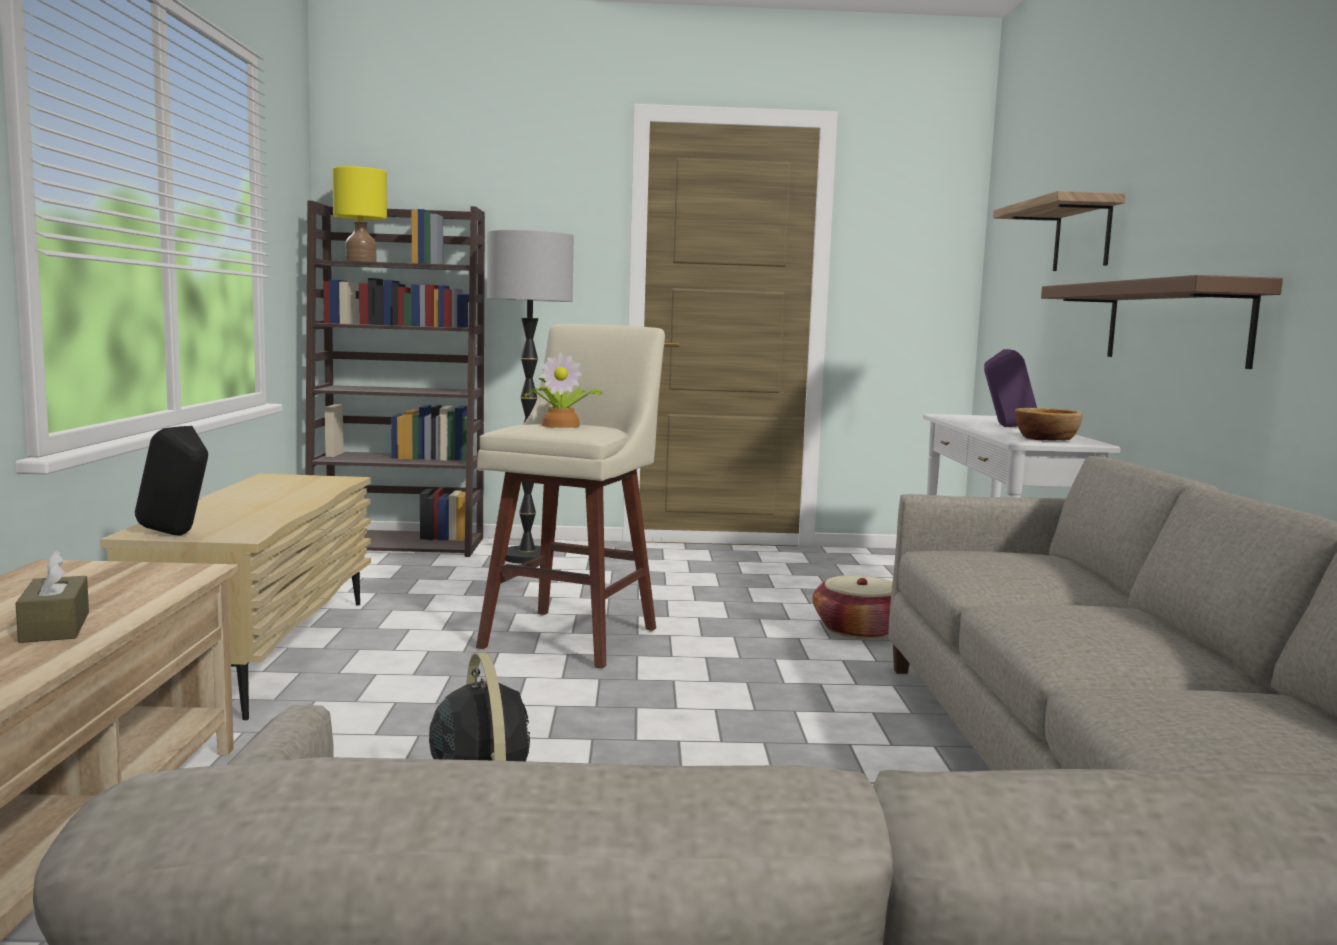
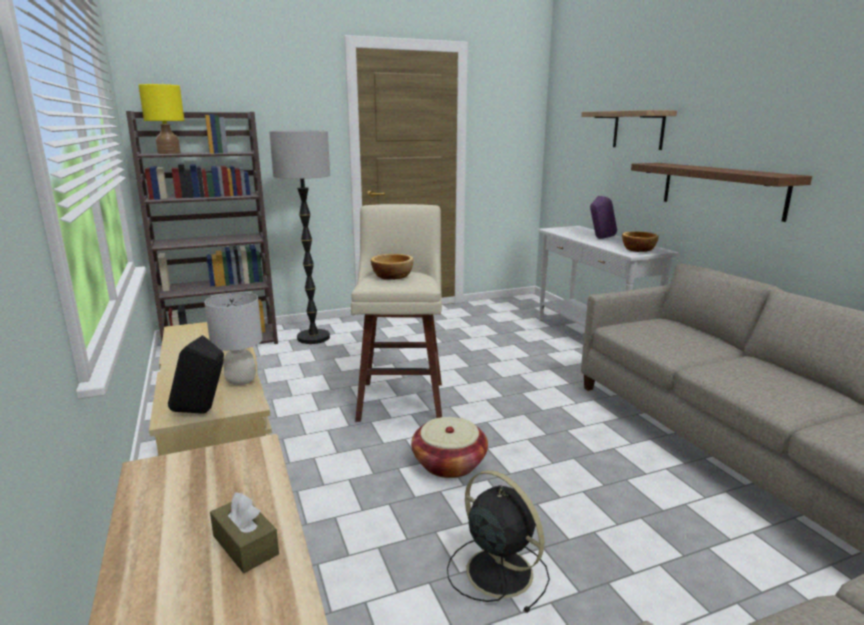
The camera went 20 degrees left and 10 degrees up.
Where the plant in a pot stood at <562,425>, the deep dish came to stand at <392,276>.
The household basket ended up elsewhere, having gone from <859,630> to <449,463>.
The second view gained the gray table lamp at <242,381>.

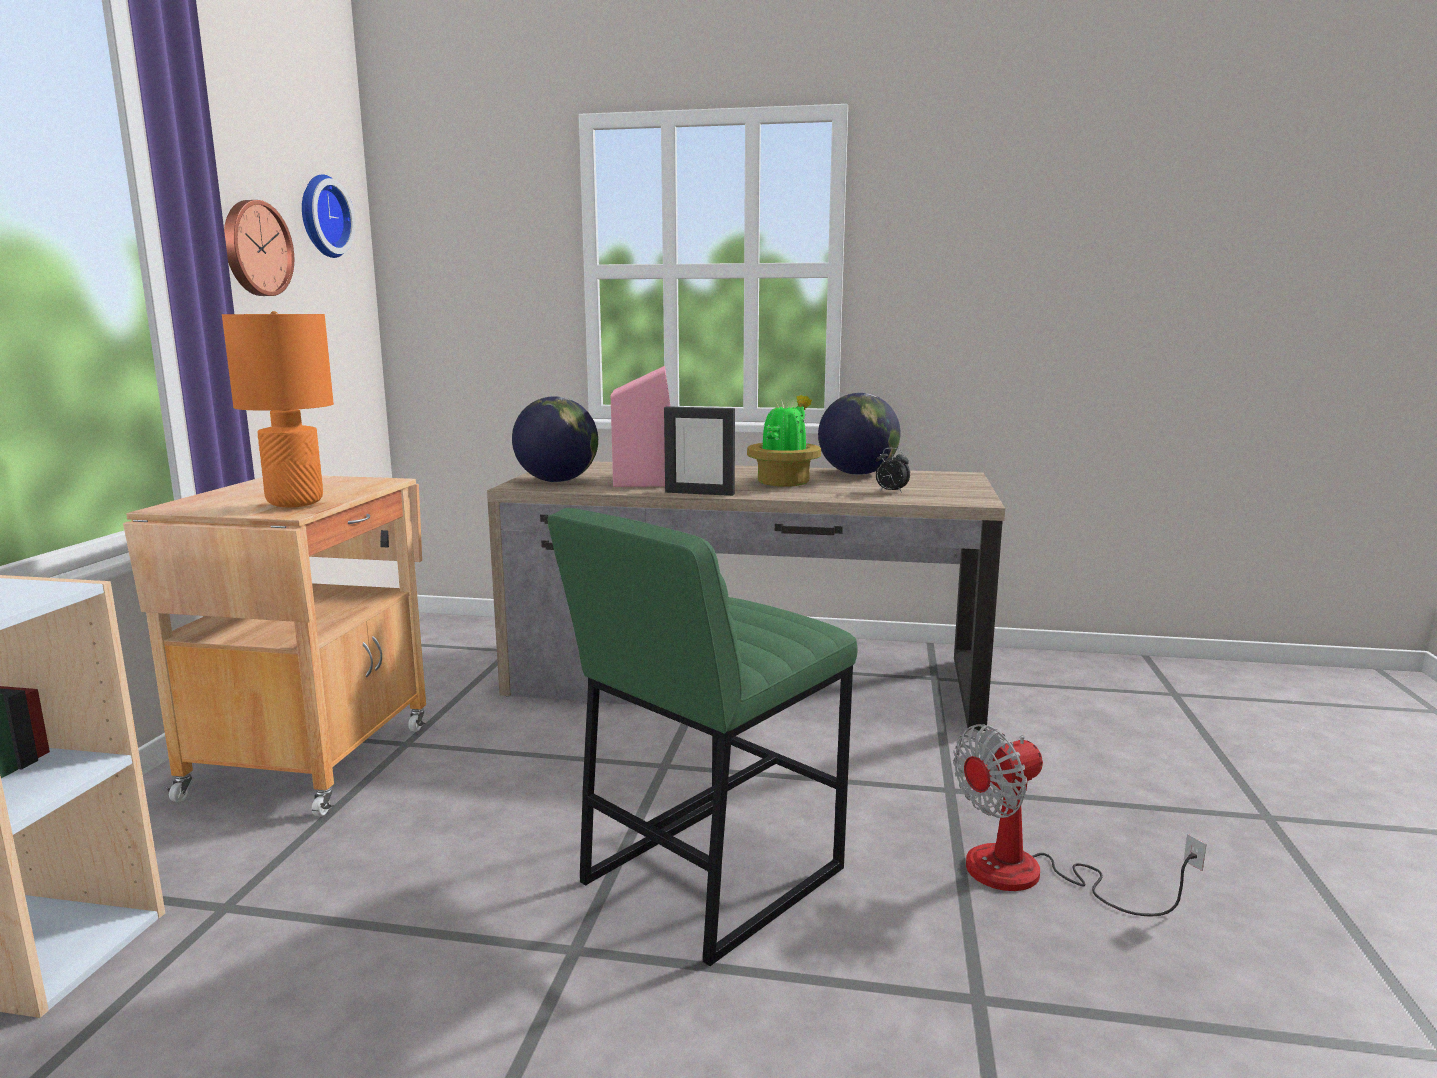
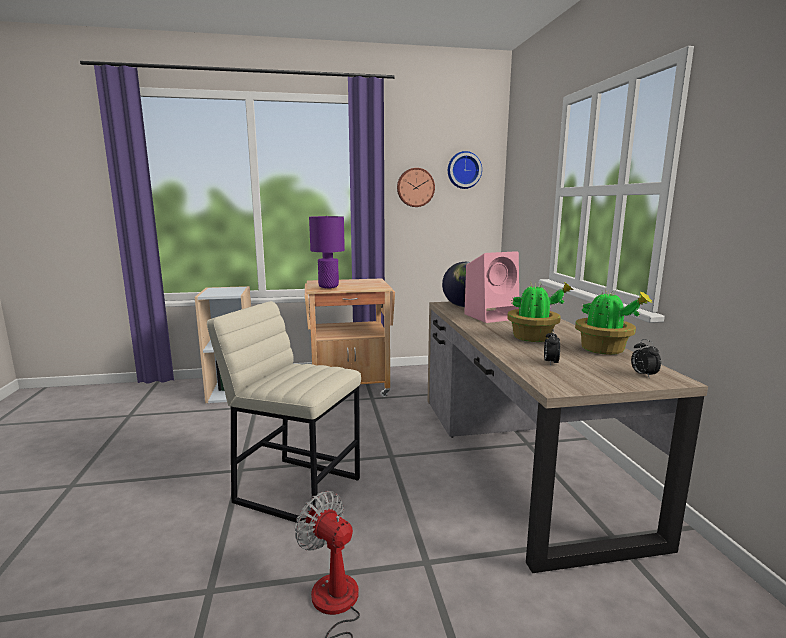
The camera went 70 degrees right and 0 degrees up.
What was the orangey table lamp at <294,505> turned into the purple-coloured table lamp at <328,287>.
Where the desk globe stood at <857,474>, the plant in a pot came to stand at <604,350>.
The second view lost the picture frame at <700,493>.
What was the green-coloured chair at <708,878> turned into the sand-coloured chair at <295,489>.
The second view gained the table clock at <643,375>.

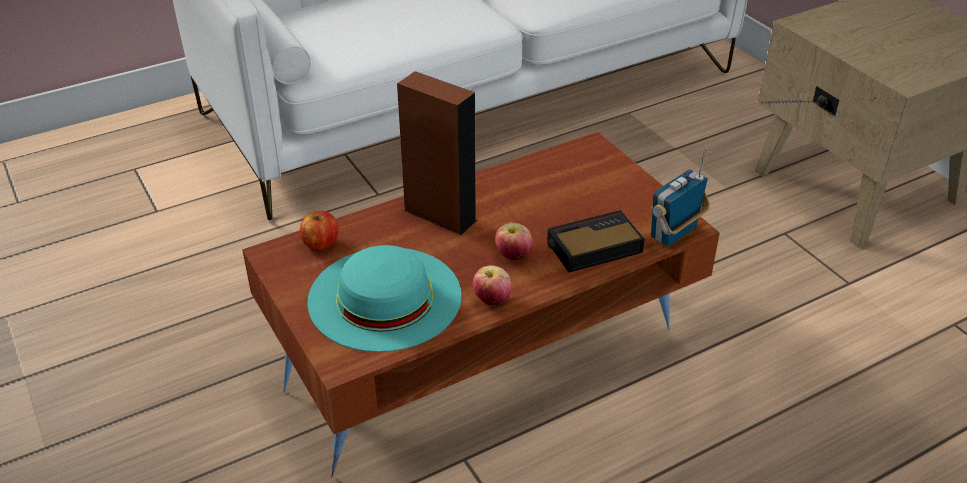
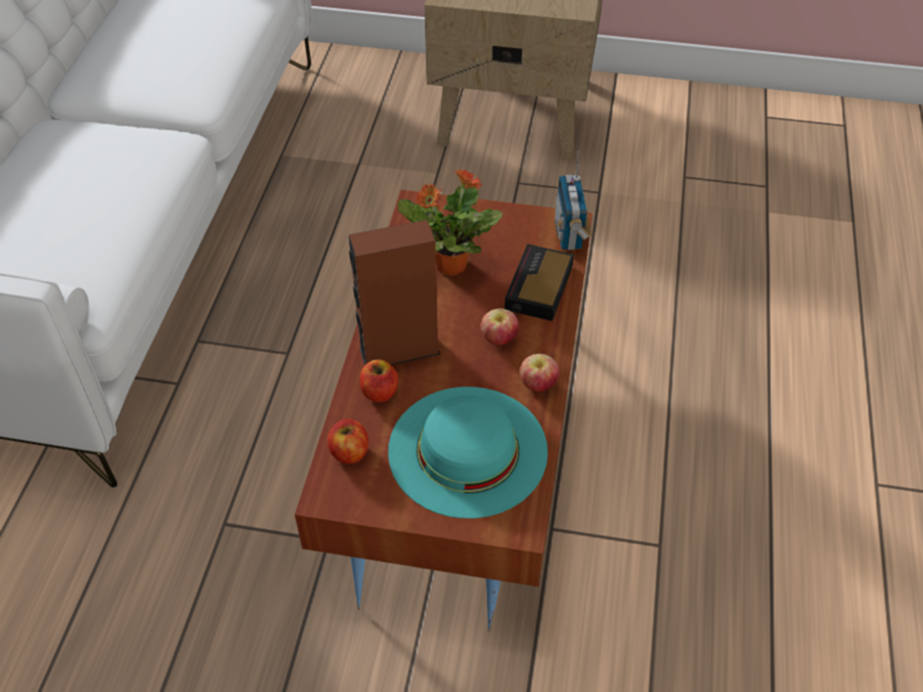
The camera went 50 degrees left and 10 degrees up.
The second view gained the plant in a pot at <449,265>.
The second view gained the apple at <380,392>.

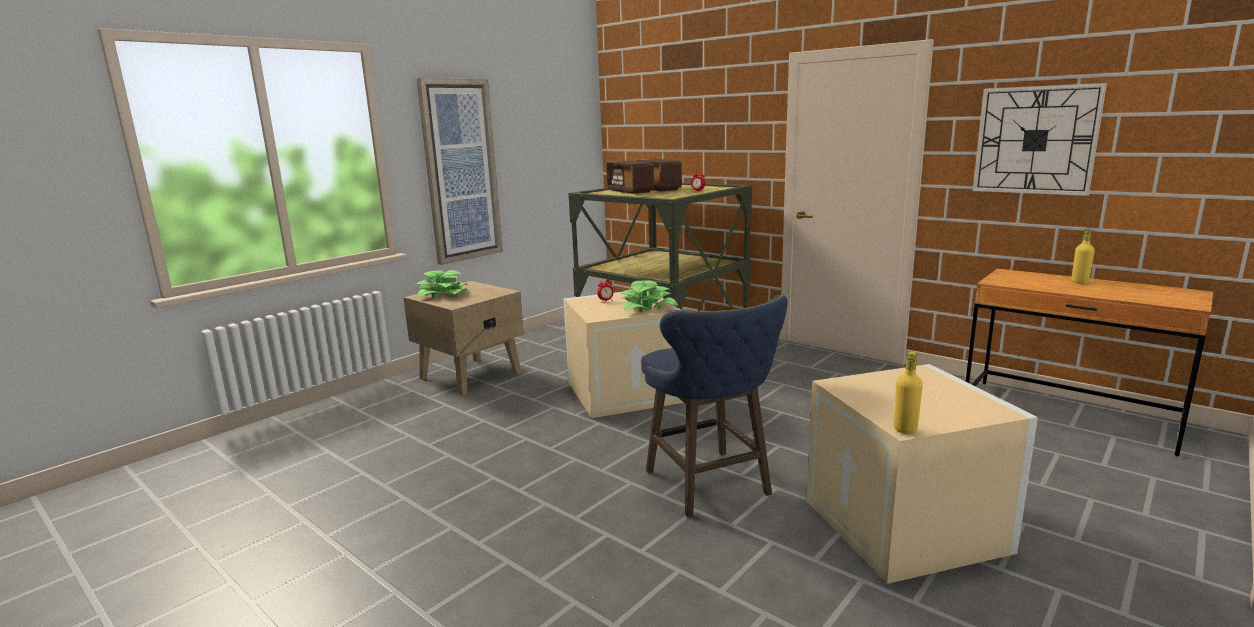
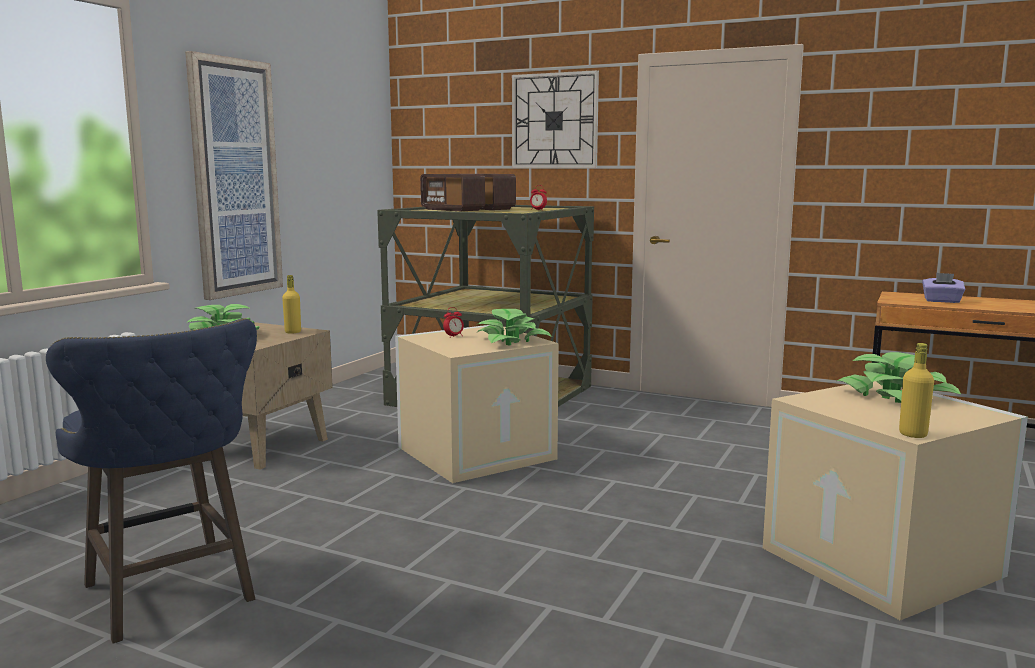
The camera went 15 degrees left and 5 degrees down.
The clock on the wall ended up elsewhere, having gone from <1035,140> to <554,121>.
The yellow beverage bottle ended up elsewhere, having gone from <1079,282> to <293,332>.
The bluish stool ended up elsewhere, having gone from <710,485> to <171,596>.
The second view gained the purple-coloured tissue holder at <942,301>.
The second view gained the plant in a pot at <895,396>.

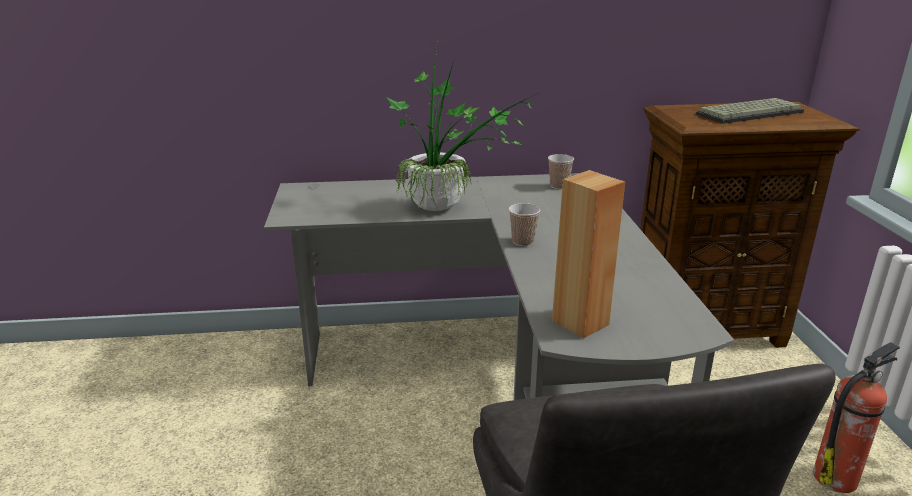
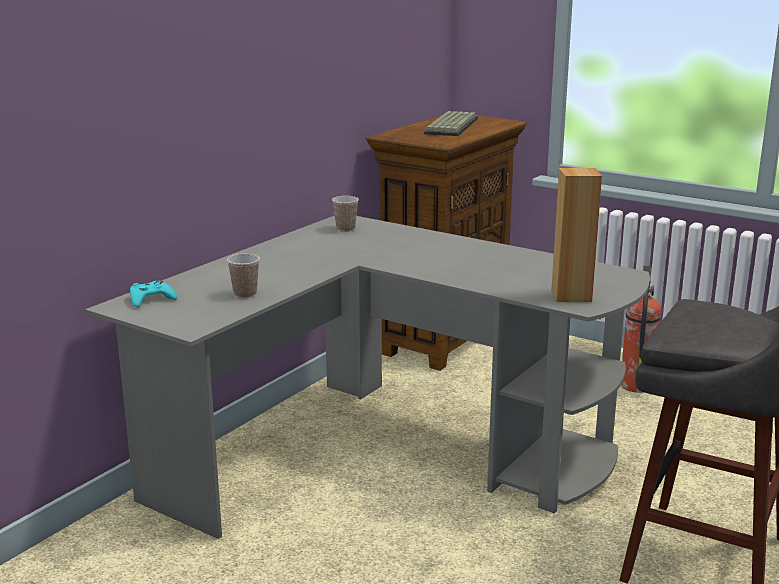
The camera went 50 degrees left and 5 degrees down.
The second view lost the plant in a pot at <448,208>.
The cup ended up elsewhere, having gone from <522,242> to <245,294>.
The second view gained the blue-green gamepad at <151,299>.

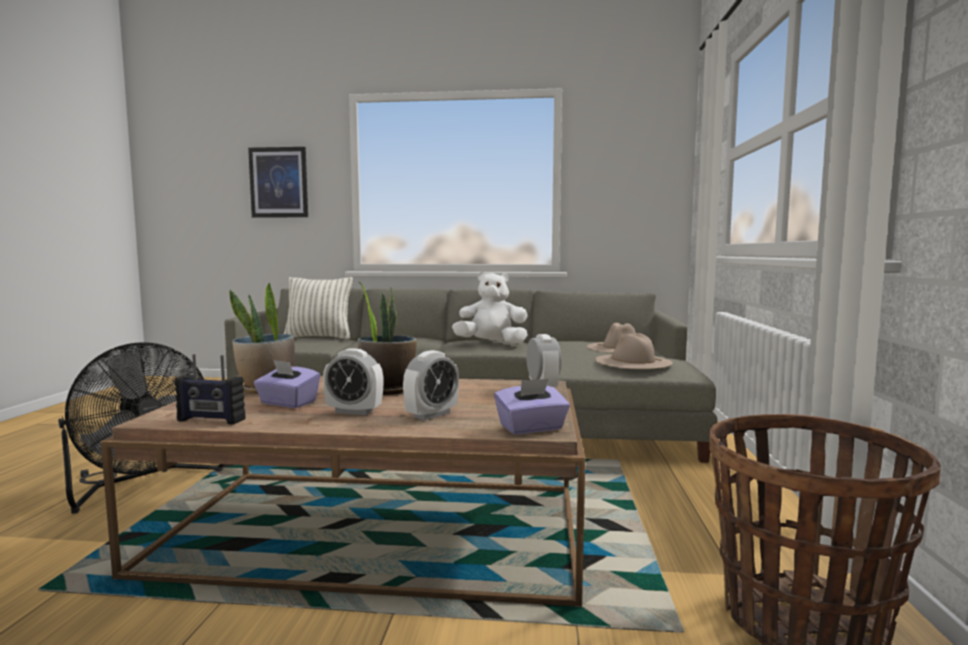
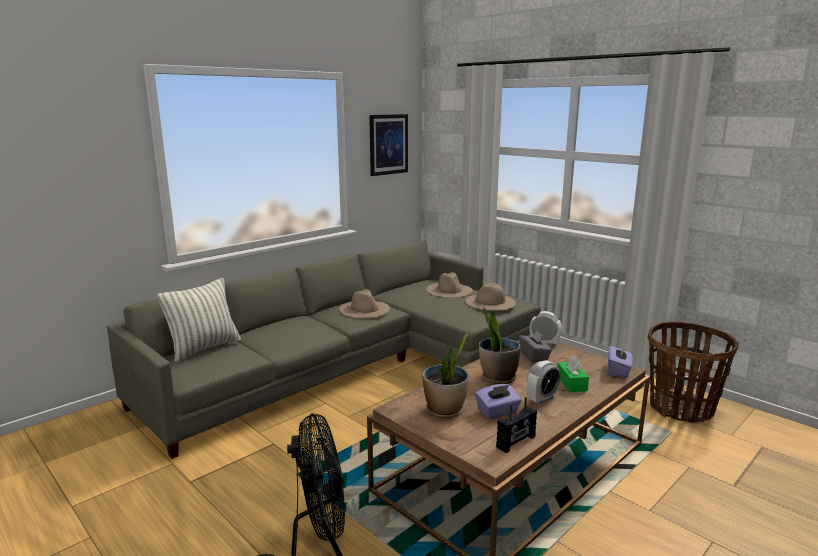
The camera went 50 degrees left and 10 degrees up.
The picture ended up elsewhere, having gone from <279,182> to <388,144>.
Where the whitish soft toy stood at <491,343>, the sand-coloured wearable hat came to stand at <364,309>.
Where the table clock stood at <431,415>, the green-coloured tissue holder came to stand at <571,383>.
The second view gained the gray tissue holder at <534,356>.

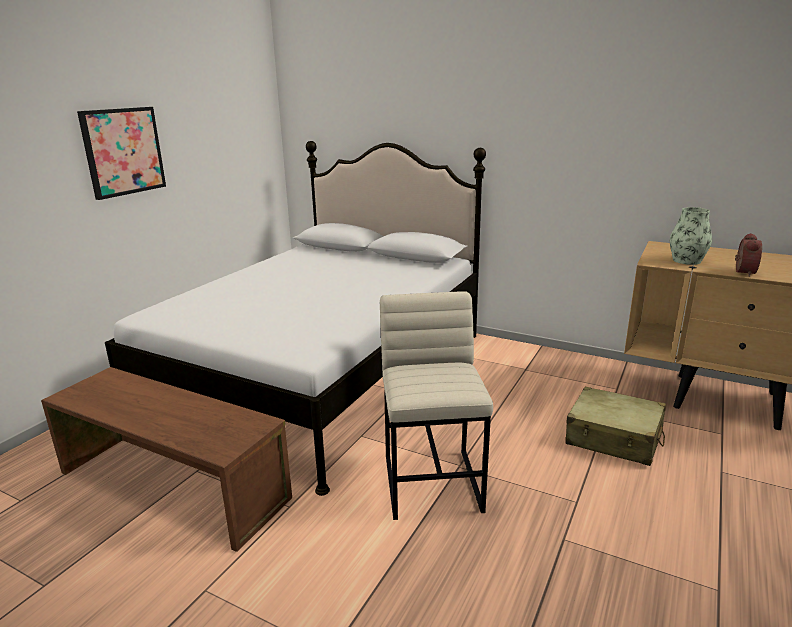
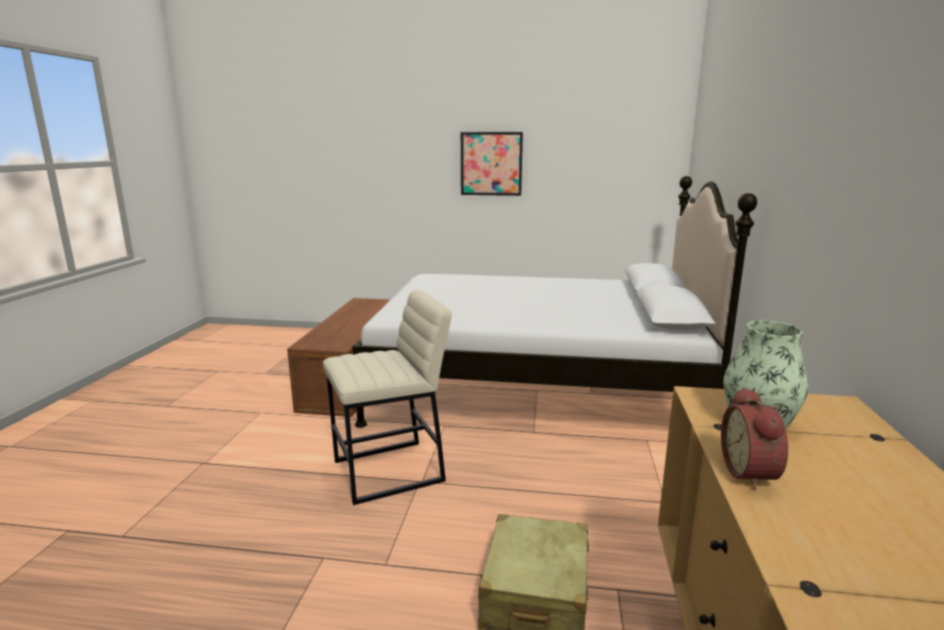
The camera went 70 degrees right and 5 degrees down.
The table clock at <742,272> ended up facing another way, 90 degrees clockwise from before.

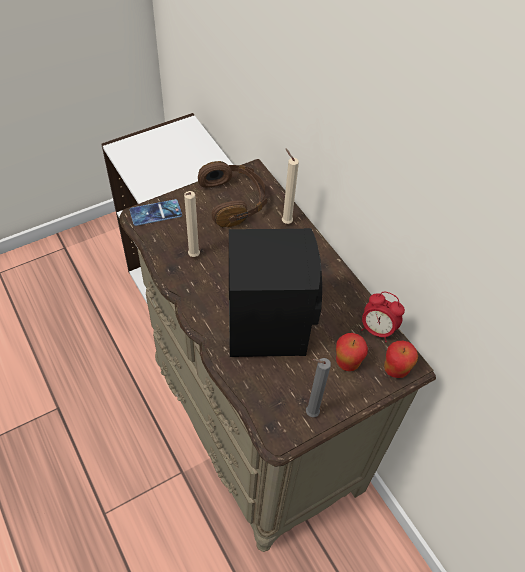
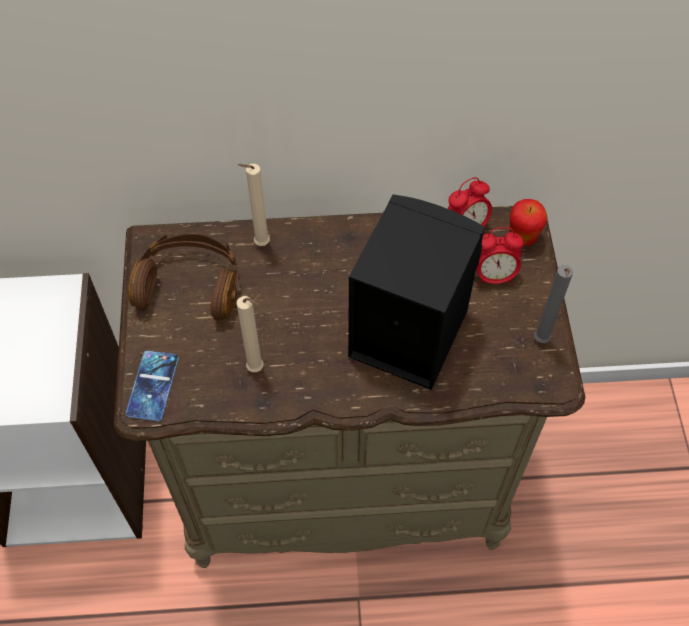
The camera went 60 degrees left and 5 degrees up.
Where the apple stood at <347,362>, the table clock came to stand at <493,276>.

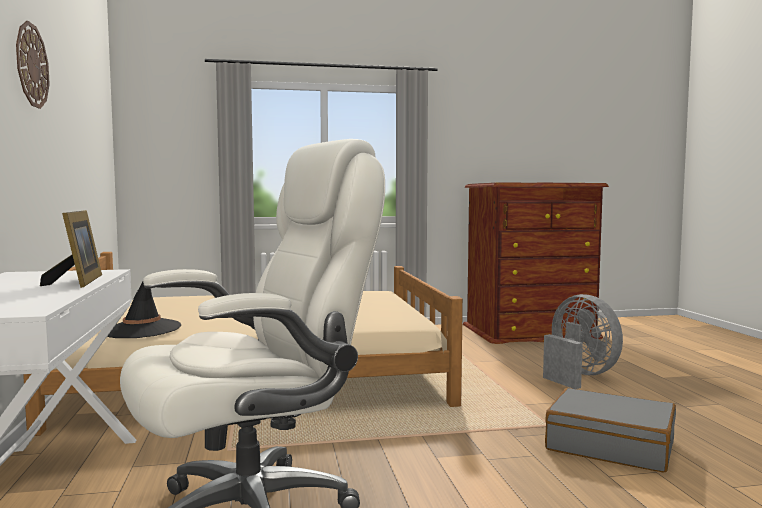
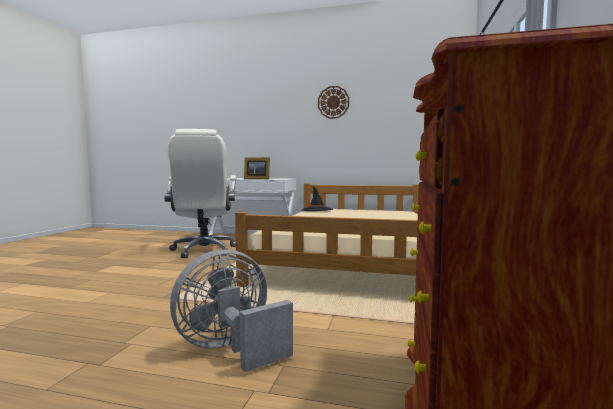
The camera went 115 degrees right and 0 degrees up.
The gray cooling fan at <578,376> ended up facing another way, 150 degrees clockwise from before.
The second view lost the gray piece of luggage at <610,445>.

